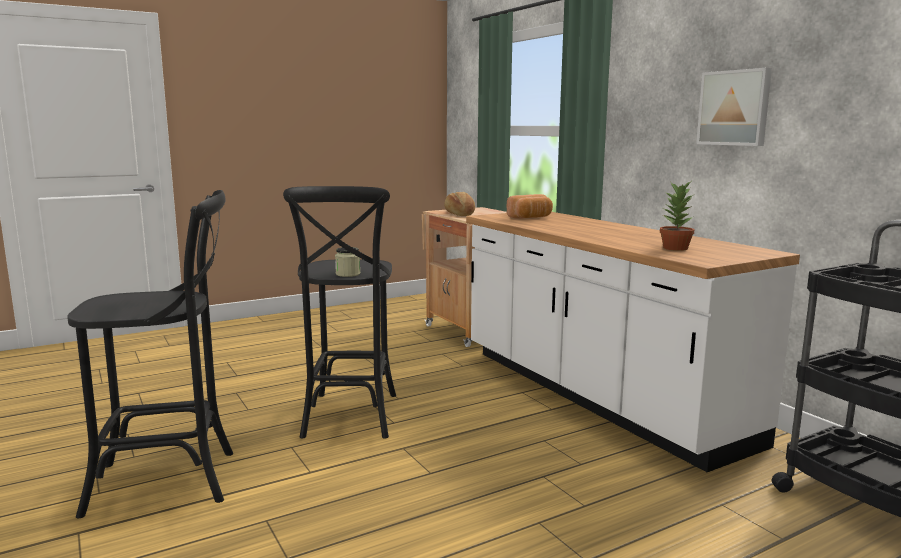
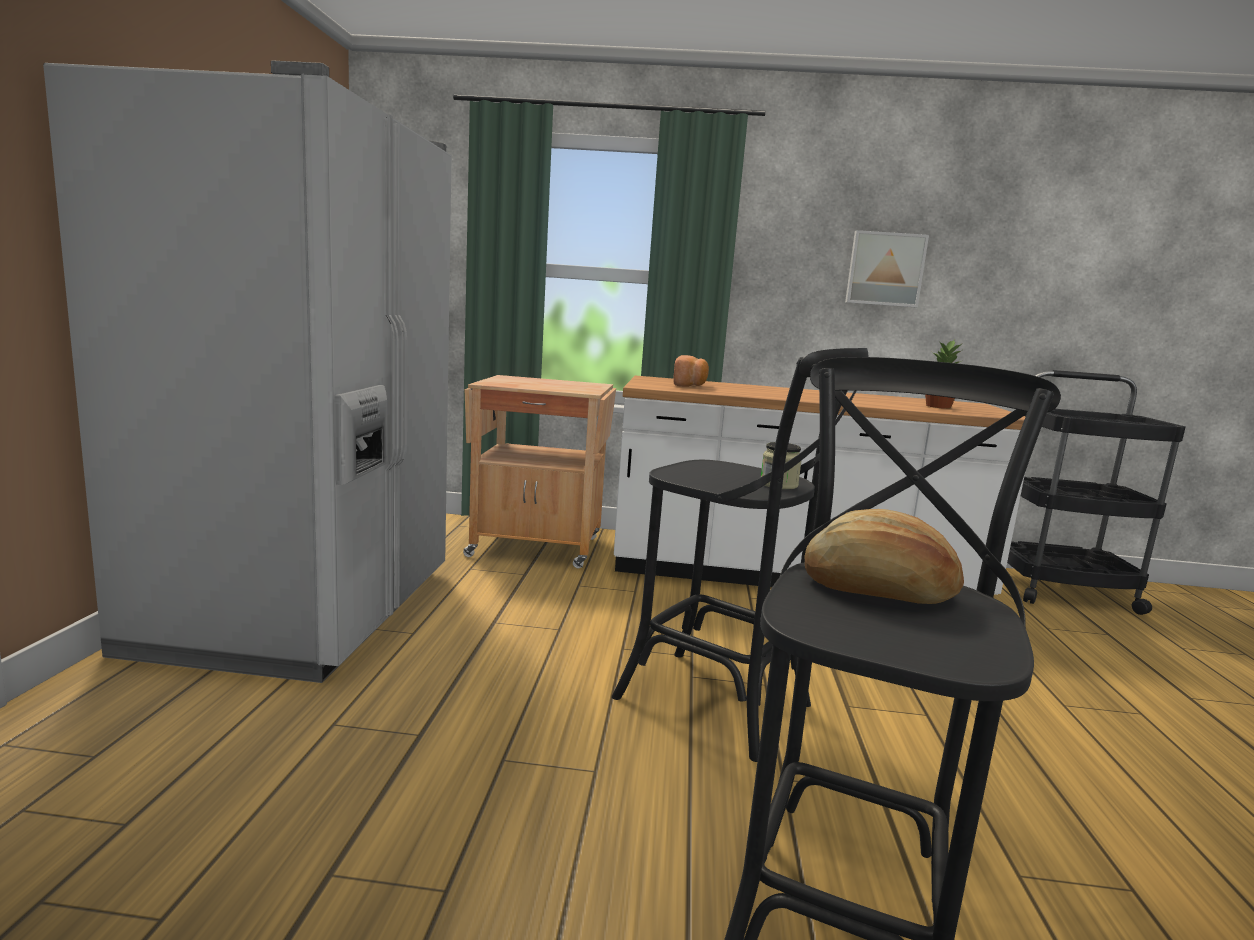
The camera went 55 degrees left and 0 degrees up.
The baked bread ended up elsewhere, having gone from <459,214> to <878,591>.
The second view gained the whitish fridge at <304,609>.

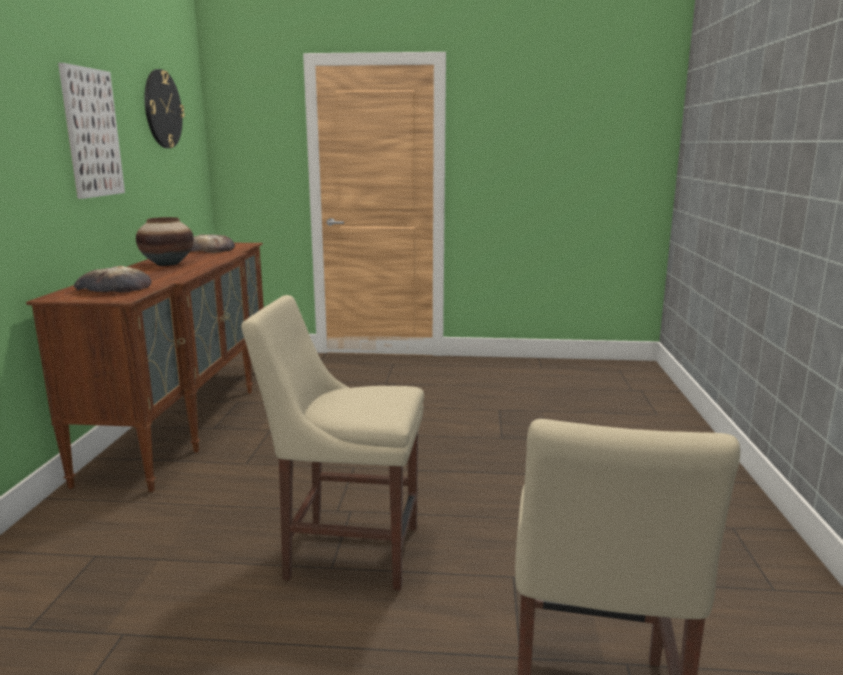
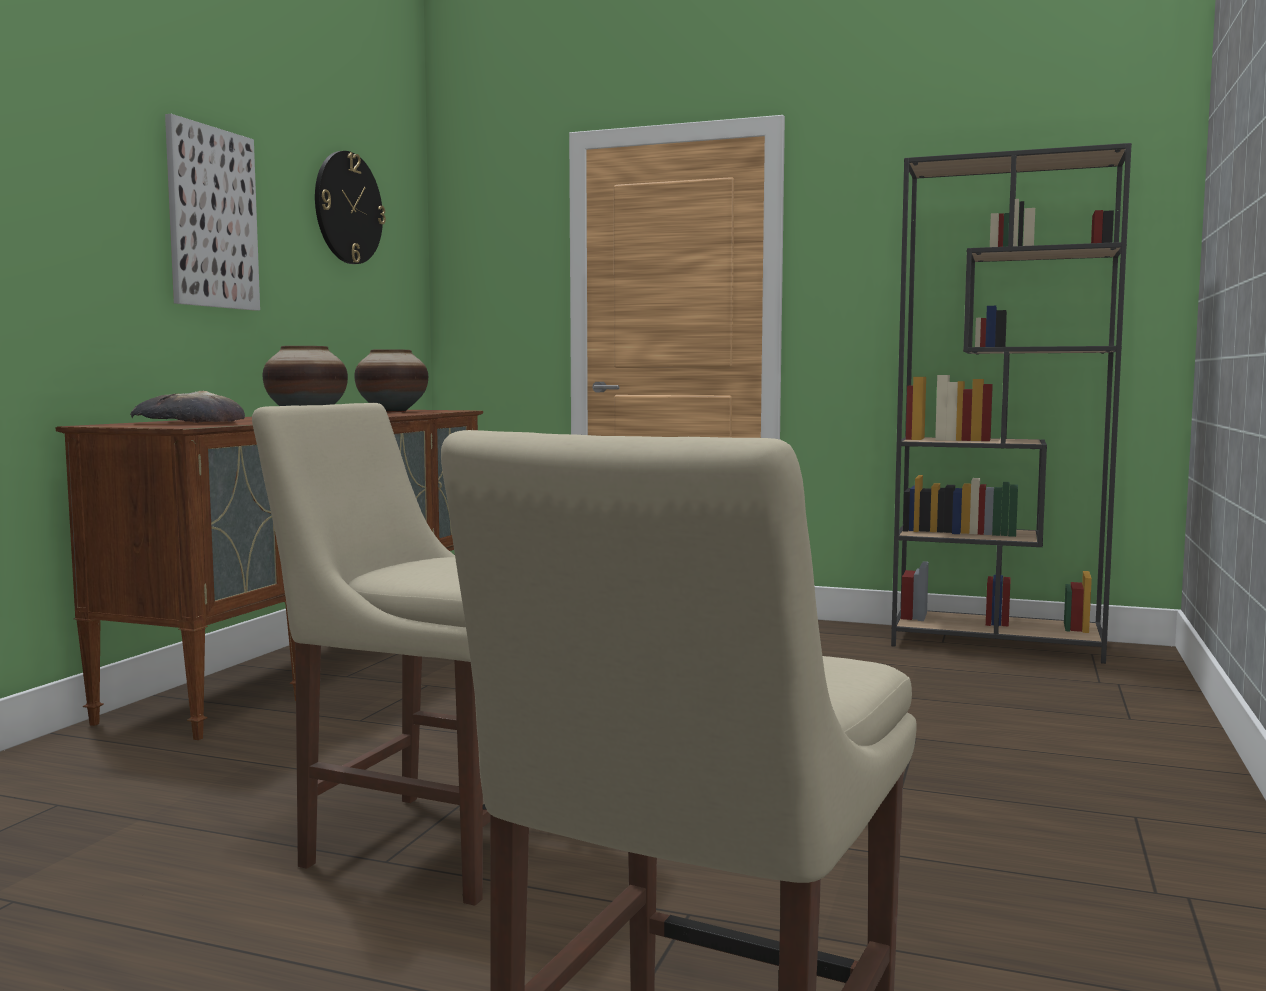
The camera went 15 degrees right and 10 degrees down.
Where the baked bread stood at <208,249>, the vase came to stand at <392,411>.
The second view gained the bookcase at <997,643>.

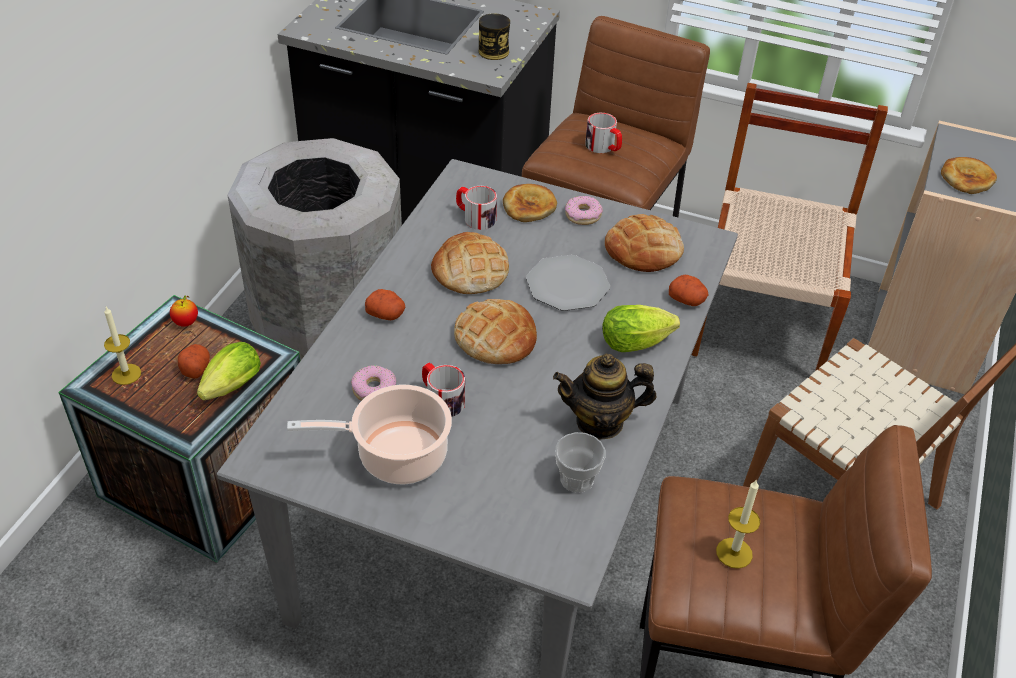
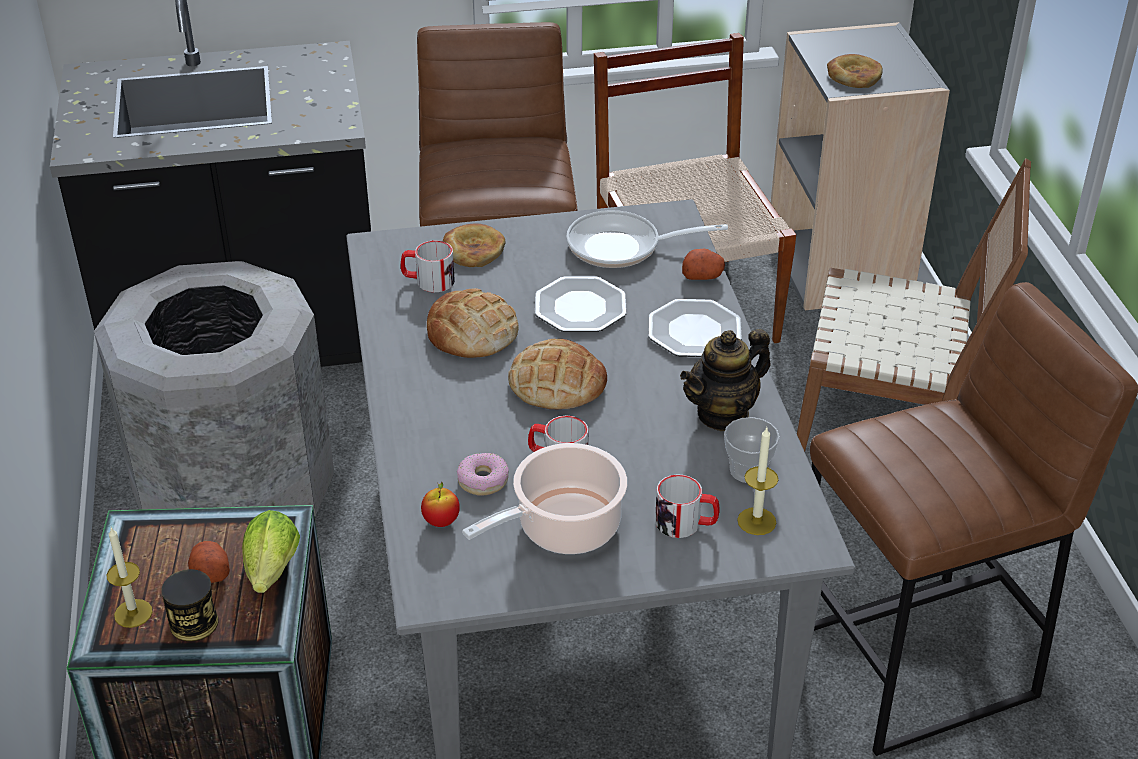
The camera went 30 degrees left and 5 degrees down.
The can ended up elsewhere, having gone from <493,52> to <194,623>.
The tea mug ended up elsewhere, having gone from <603,147> to <686,523>.
The second view lost the donut at <583,215>.
Where the baked bread stood at <643,250>, the pan came to stand at <622,247>.
The second view lost the whole potato at <386,314>.
The apple ended up elsewhere, having gone from <186,322> to <441,521>.
Where the lettuce stood at <639,342>, the dinner plate came to stand at <694,331>.
The wax candle ended up elsewhere, having gone from <734,553> to <756,521>.

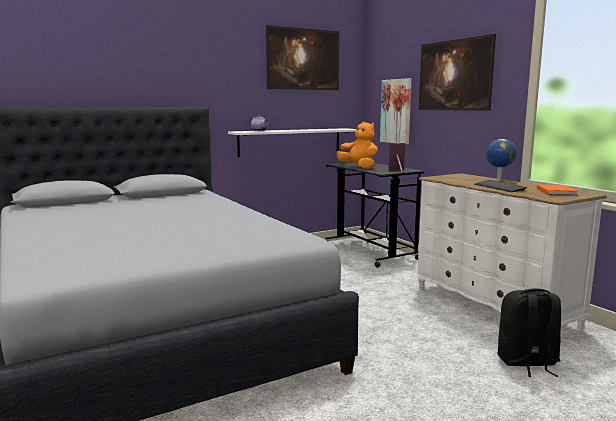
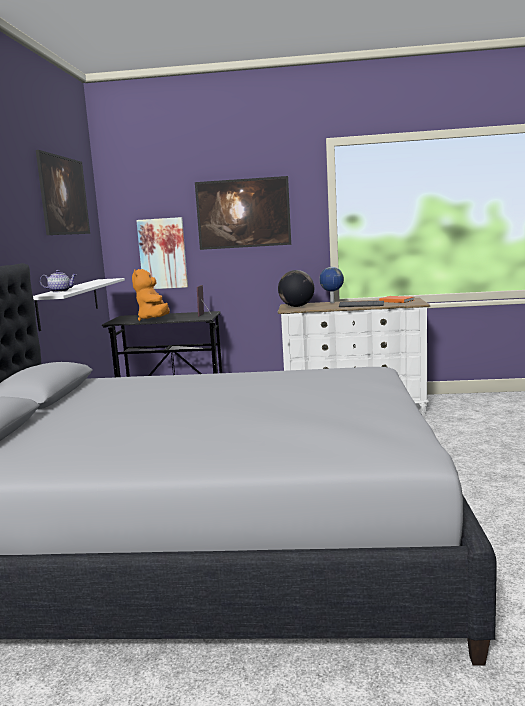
The camera went 55 degrees left and 0 degrees up.
The orangey soft toy at <359,167> ended up facing another way, 90 degrees counterclockwise from before.
The second view lost the black backpack at <527,362>.
The second view gained the desk globe at <297,306>.

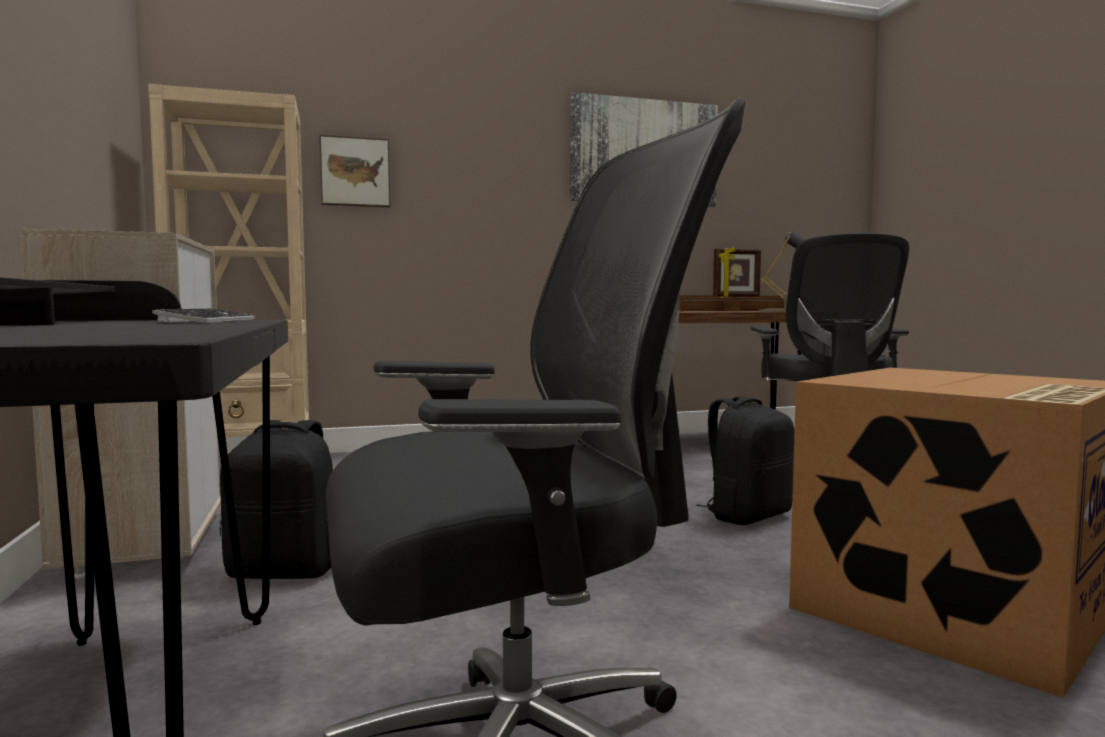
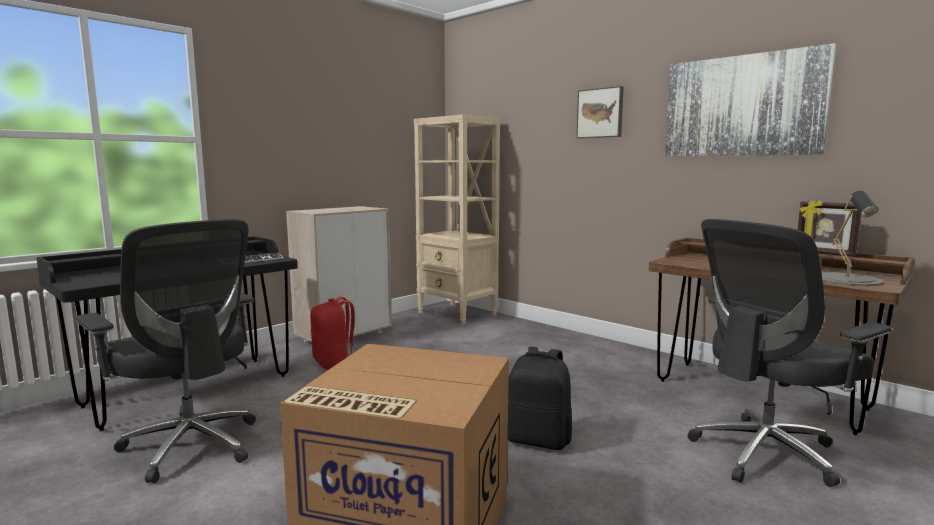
The camera went 60 degrees right and 5 degrees up.
The picture ended up elsewhere, having gone from <355,172> to <600,113>.
What was the black backpack at <285,571> turned into the reddish backpack at <334,363>.

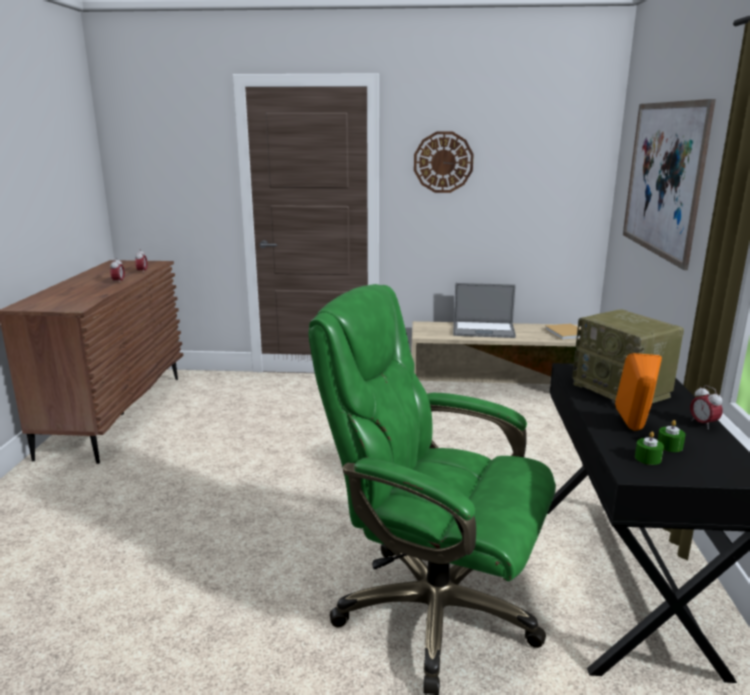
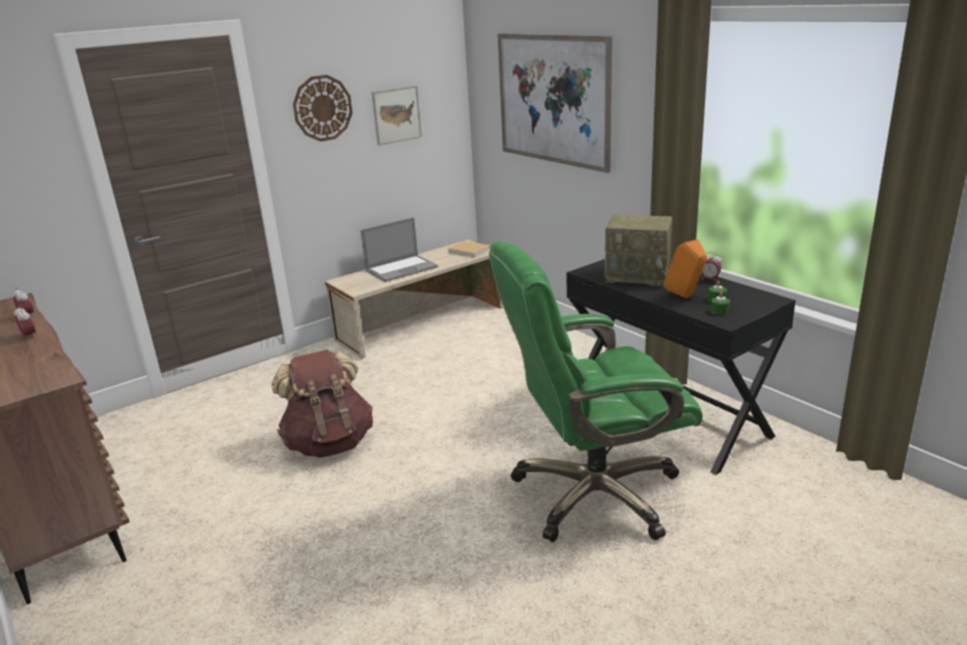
The camera went 40 degrees left and 5 degrees up.
The second view gained the picture at <396,115>.
The second view gained the brown backpack at <329,443>.

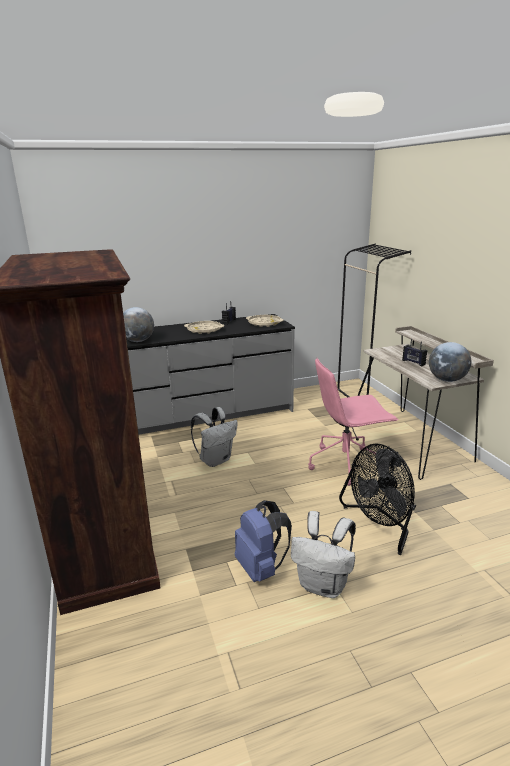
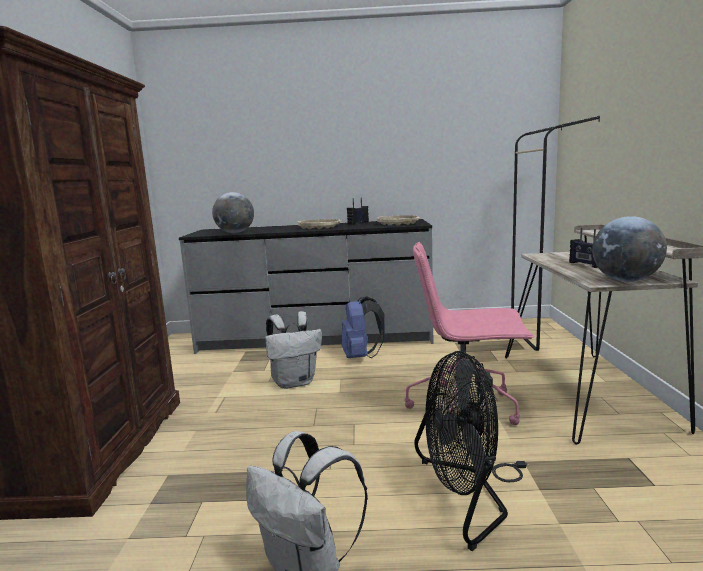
The camera went 20 degrees right and 10 degrees down.
The bluish backpack ended up elsewhere, having gone from <261,568> to <361,357>.

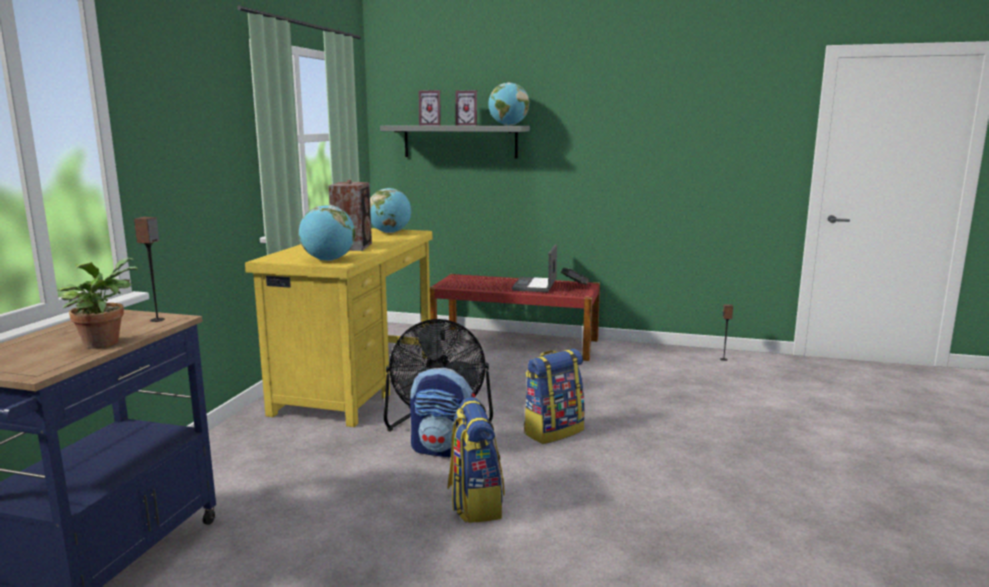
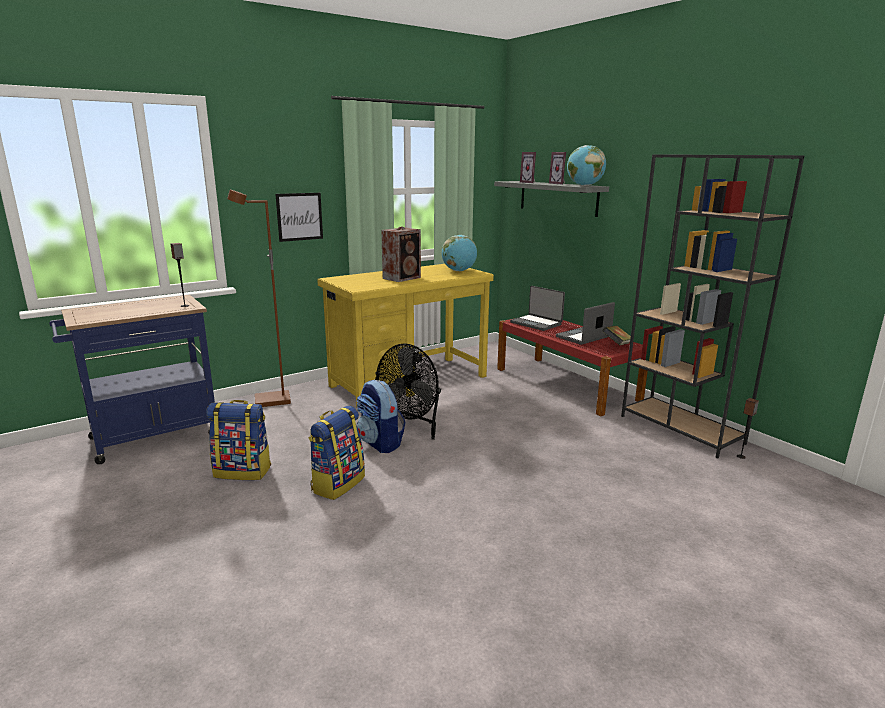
The camera went 40 degrees right and 5 degrees up.
The second view lost the desk globe at <328,260>.
The second view lost the plant in a pot at <103,342>.
The backpack ended up elsewhere, having gone from <553,431> to <243,471>.
The second view gained the bookcase at <681,429>.
The second view gained the brown standing lamp at <272,401>.
The second view gained the picture at <299,216>.
The second view gained the notebook computer at <536,323>.

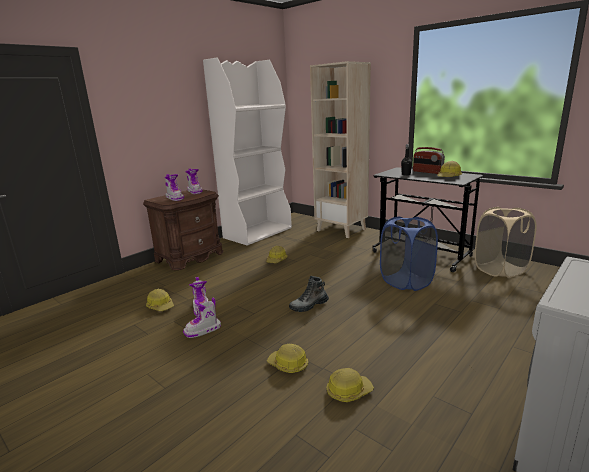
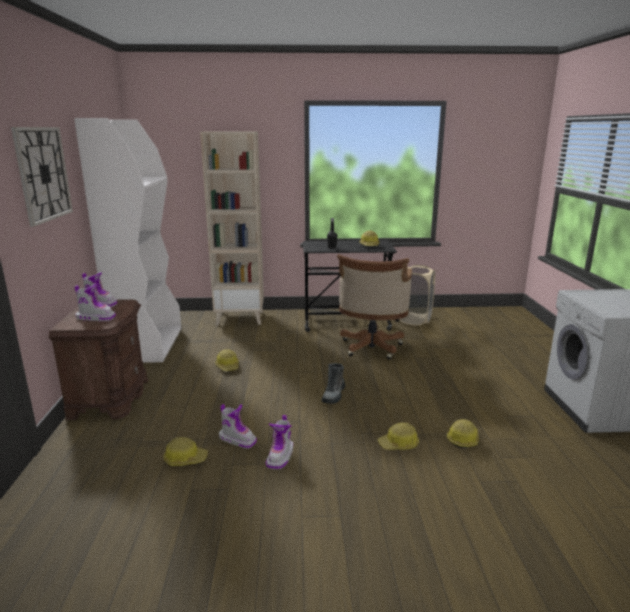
The camera went 45 degrees left and 0 degrees up.
The second view lost the radio set at <427,172>.
Where the bluish washing basket stood at <406,282>, the computer chair came to stand at <371,348>.
The second view gained the clock on the wall at <43,174>.

